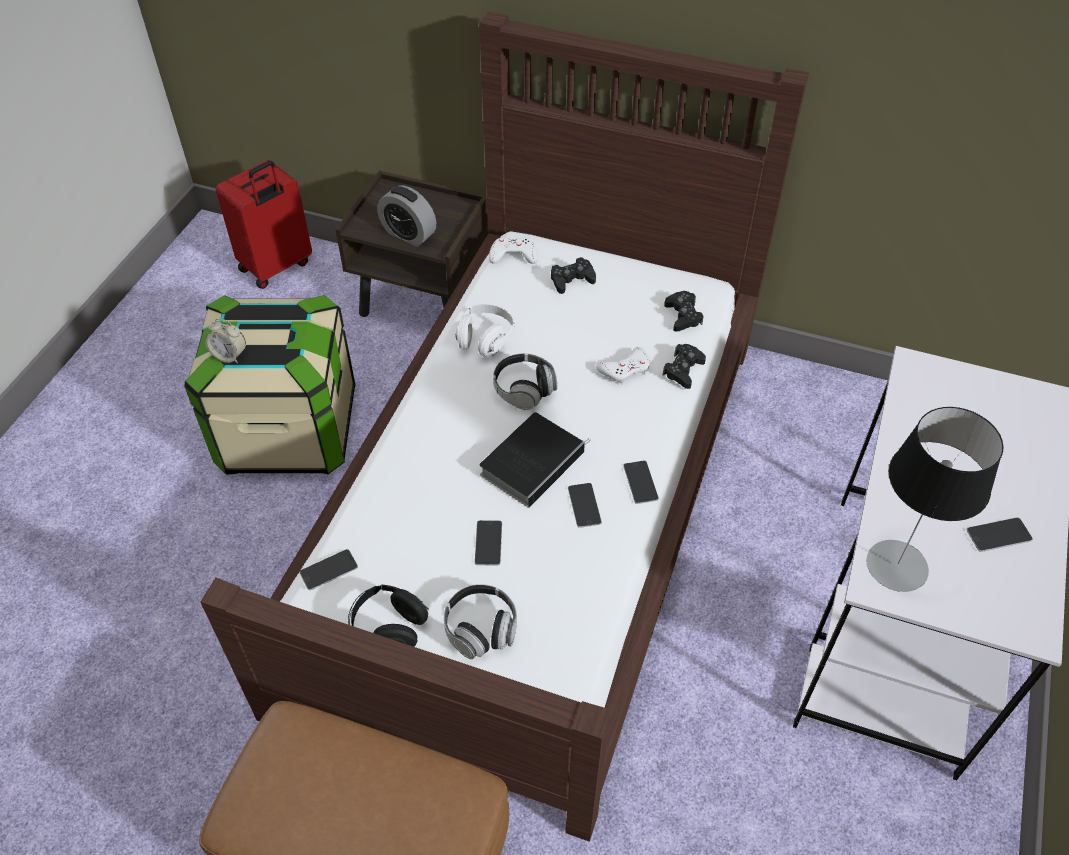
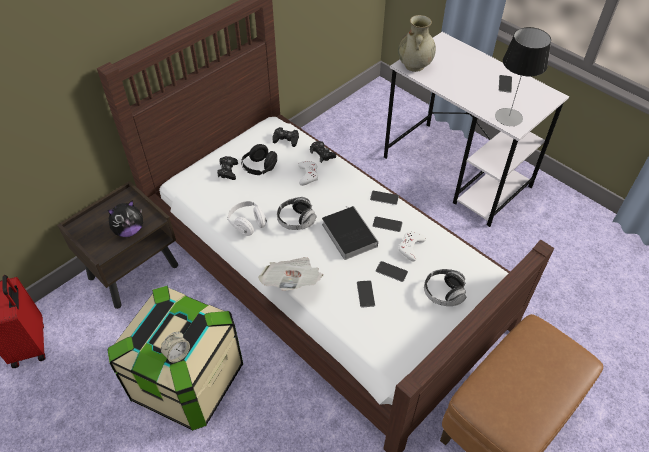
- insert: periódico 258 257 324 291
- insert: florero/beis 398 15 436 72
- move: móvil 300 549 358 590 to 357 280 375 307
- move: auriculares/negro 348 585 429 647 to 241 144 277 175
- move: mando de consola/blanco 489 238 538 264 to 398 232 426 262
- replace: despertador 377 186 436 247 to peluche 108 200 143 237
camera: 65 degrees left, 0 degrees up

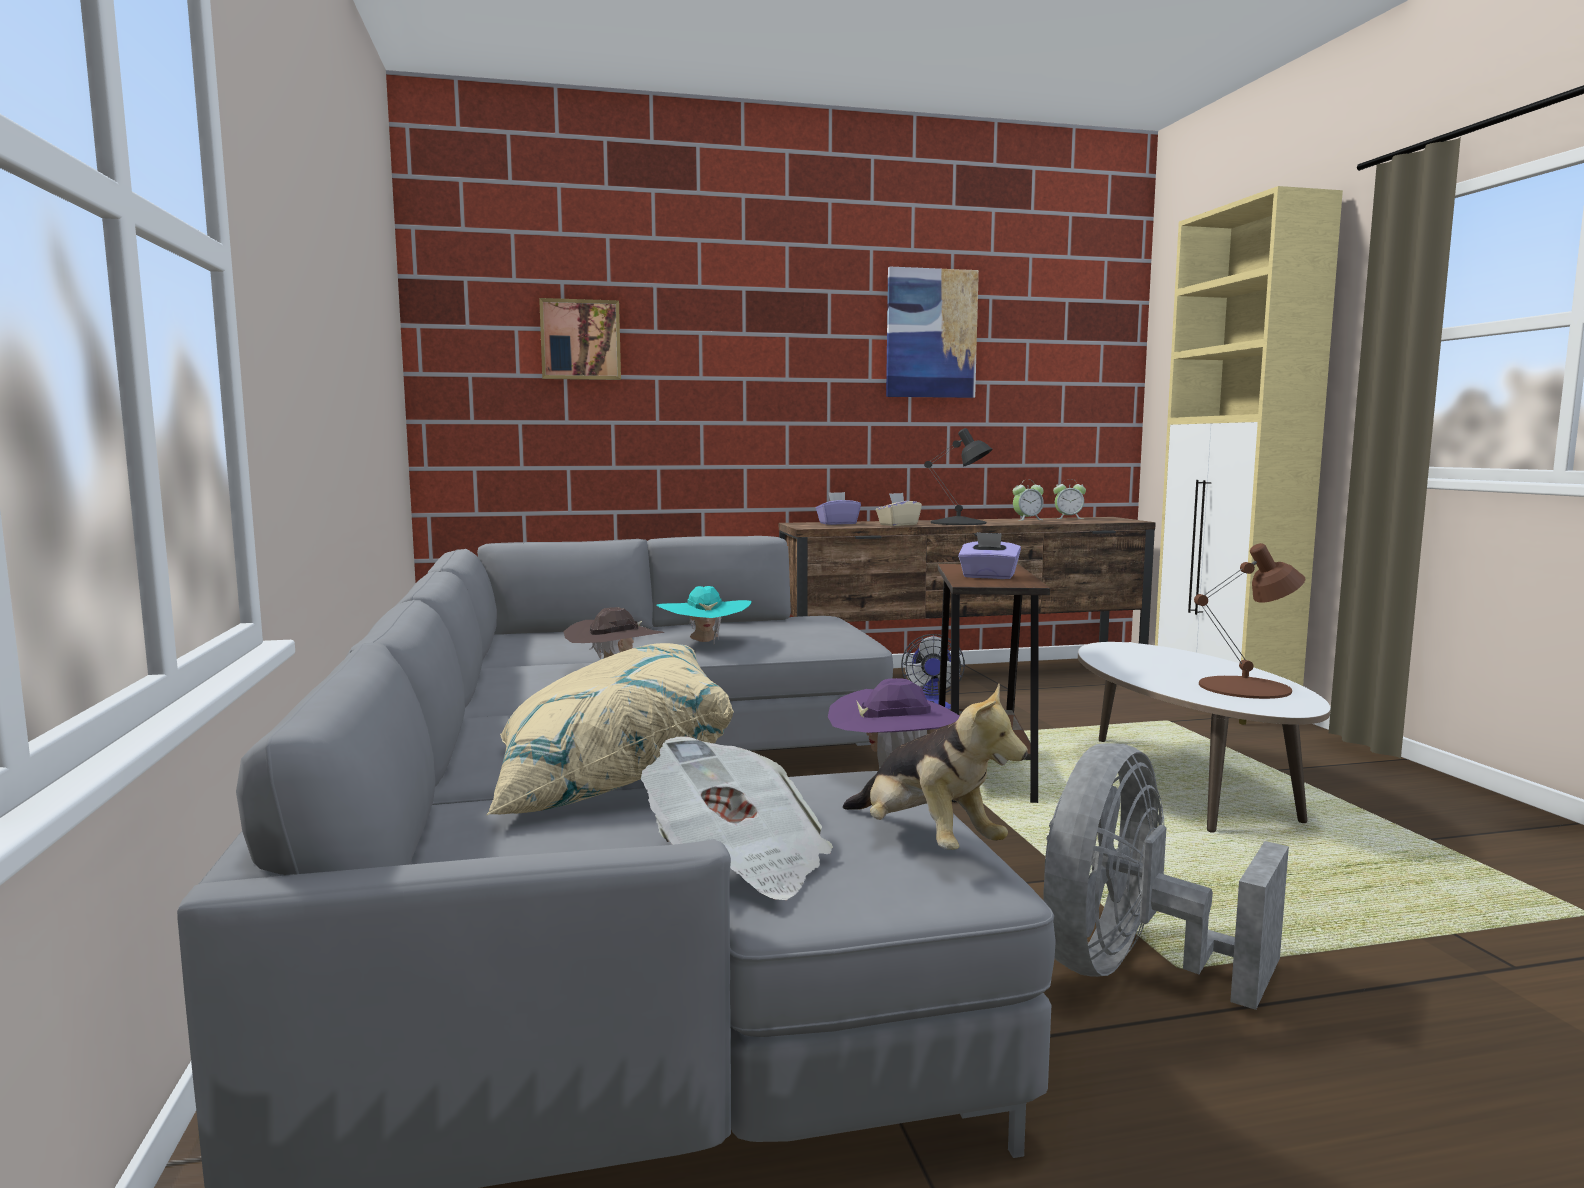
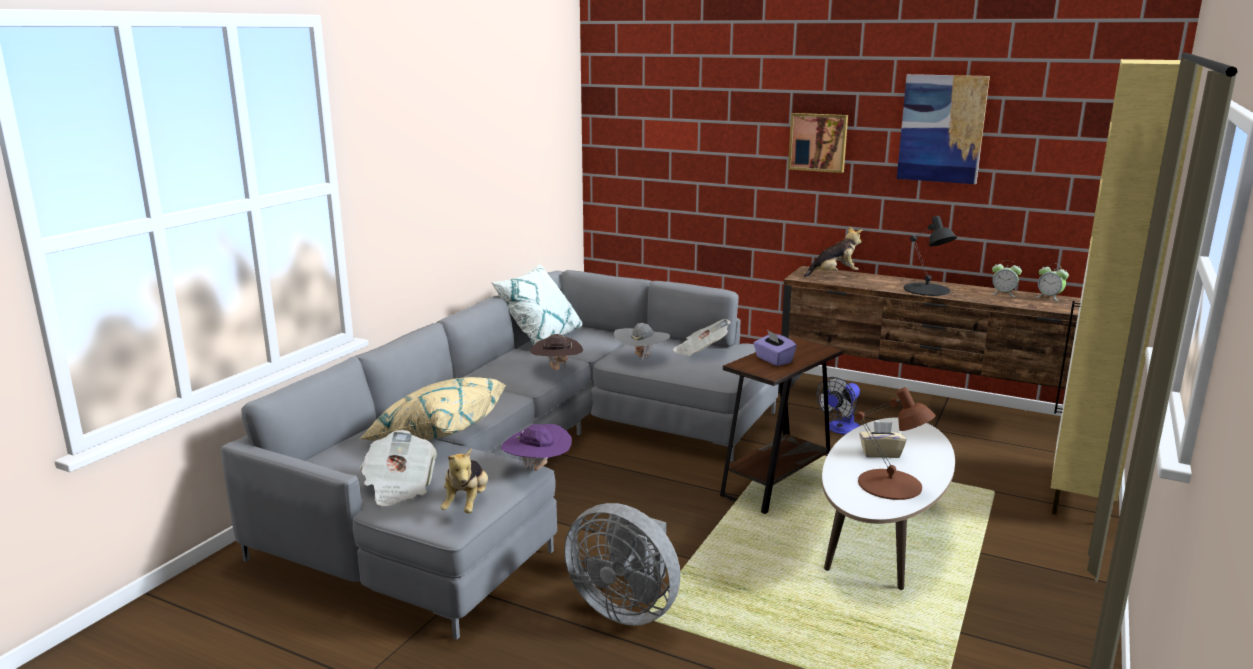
- insert: cojín/blanco 491 264 582 345
- insert: periódico 673 319 731 356
- move: cuadro 539 298 621 380 to 788 113 848 173
- move: caja de pañuelos/beis 876 493 922 526 to 859 422 907 458
- replace: caja de pañuelos/morado 816 492 861 525 to peluche 804 226 863 277
- recolor: sombrero/turquesa 656 586 751 644 to sombrero/gris 614 323 670 360
- rotate: ventilador/gris 1043 743 1289 1010 = 564 503 681 626 135 degrees counterclockwise
camera: 40 degrees right, 10 degrees up

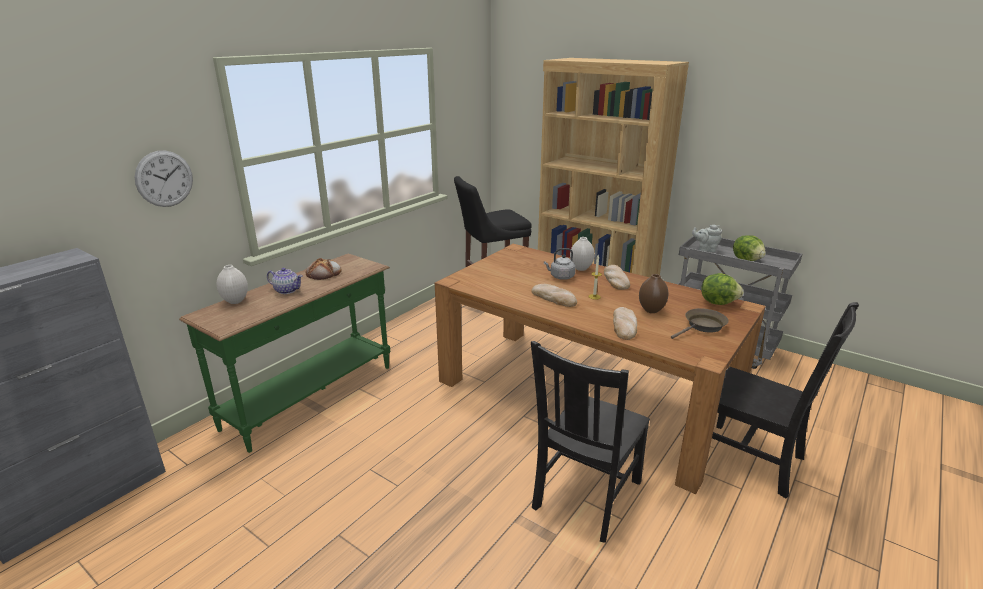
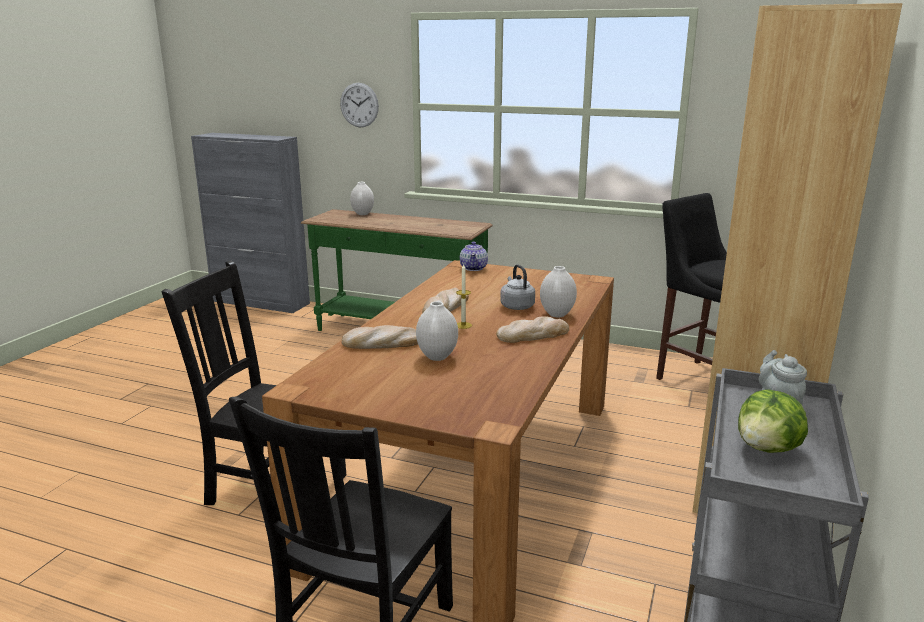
- delete: pan 306 258 342 280
- delete: sartén/marrón 671 308 728 339
- delete: lechuga 701 273 744 305
- move: tetera 267 268 303 294 to 460 241 488 271
- recolor: florero/marrón 639 274 669 313 to florero/blanco 416 301 458 361
camera: 75 degrees right, 5 degrees down

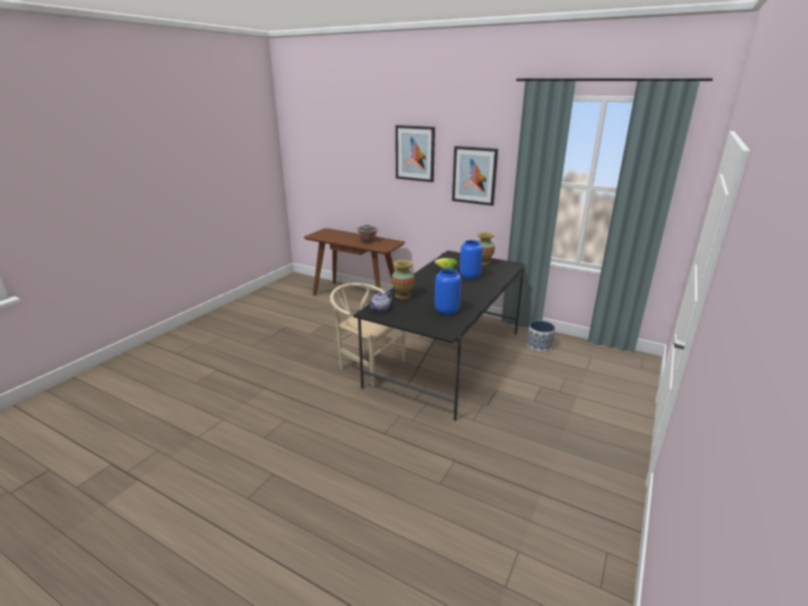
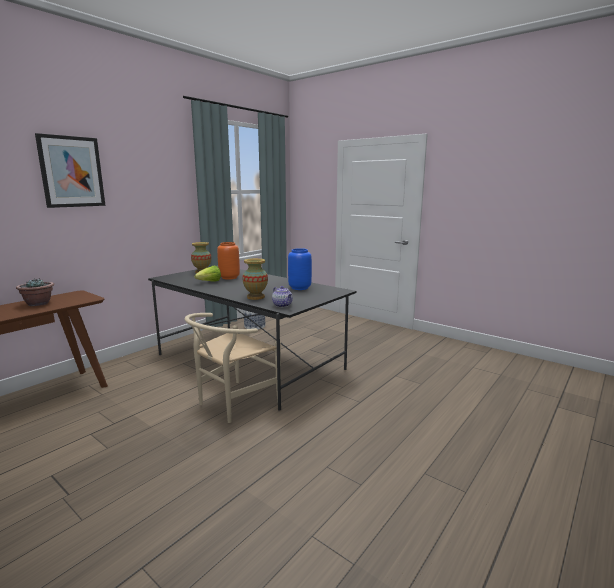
- delete: cuadro 452 146 498 206
- recolor: florero/azul 460 240 483 279 to florero/naranja 217 242 240 279
camera: 80 degrees left, 10 degrees down

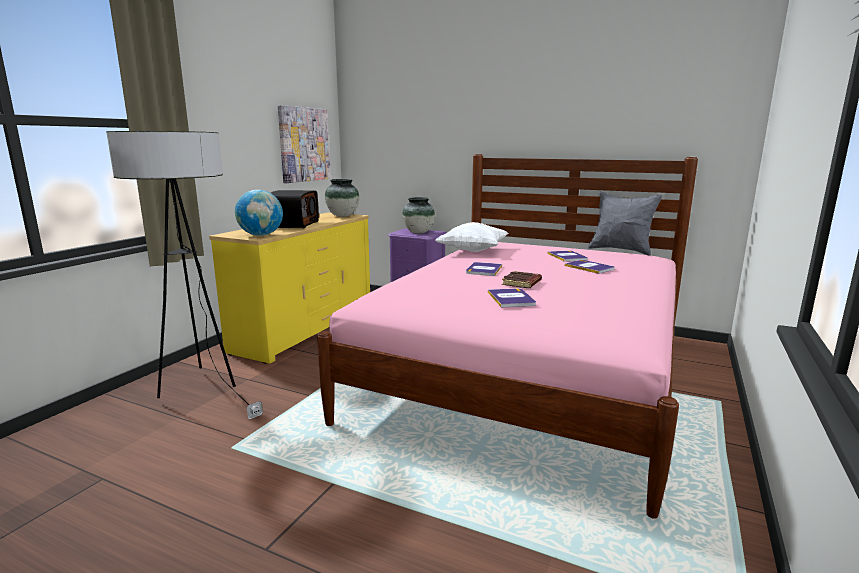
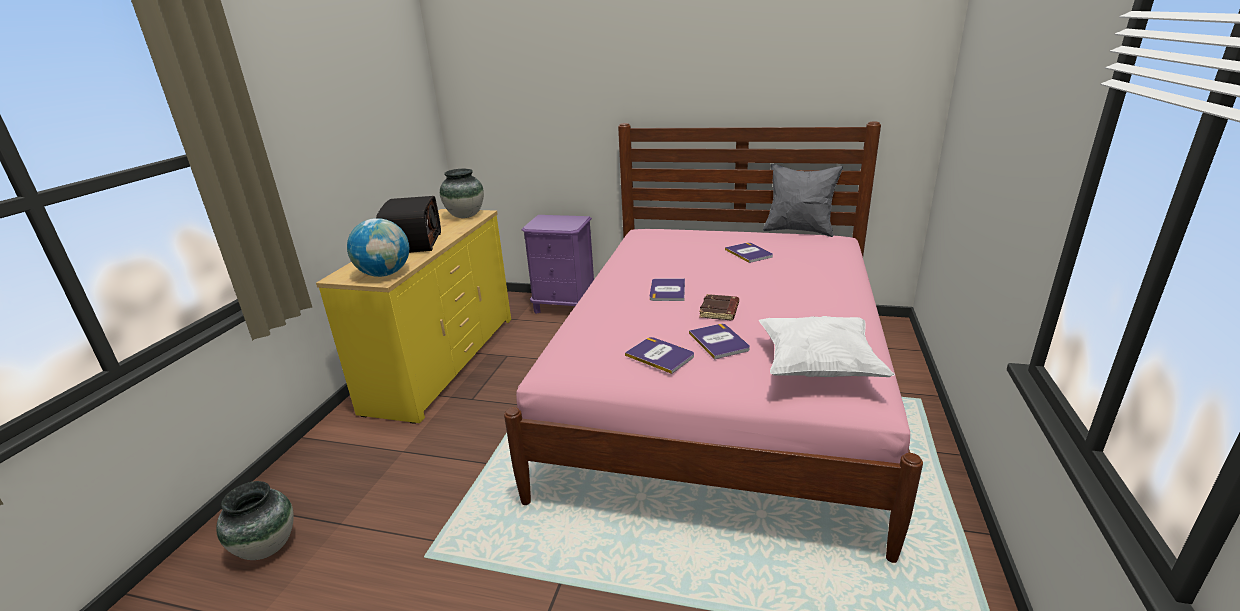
- delete: lámpara de pie 106 131 263 419
- delete: cuadro 278 105 331 183
- move: florero 402 197 435 234 to 216 481 294 560
- move: cojín/blanco 435 222 508 252 to 759 316 895 377
- move: libro 565 260 614 274 to 625 337 694 374
camera: 10 degrees left, 10 degrees up

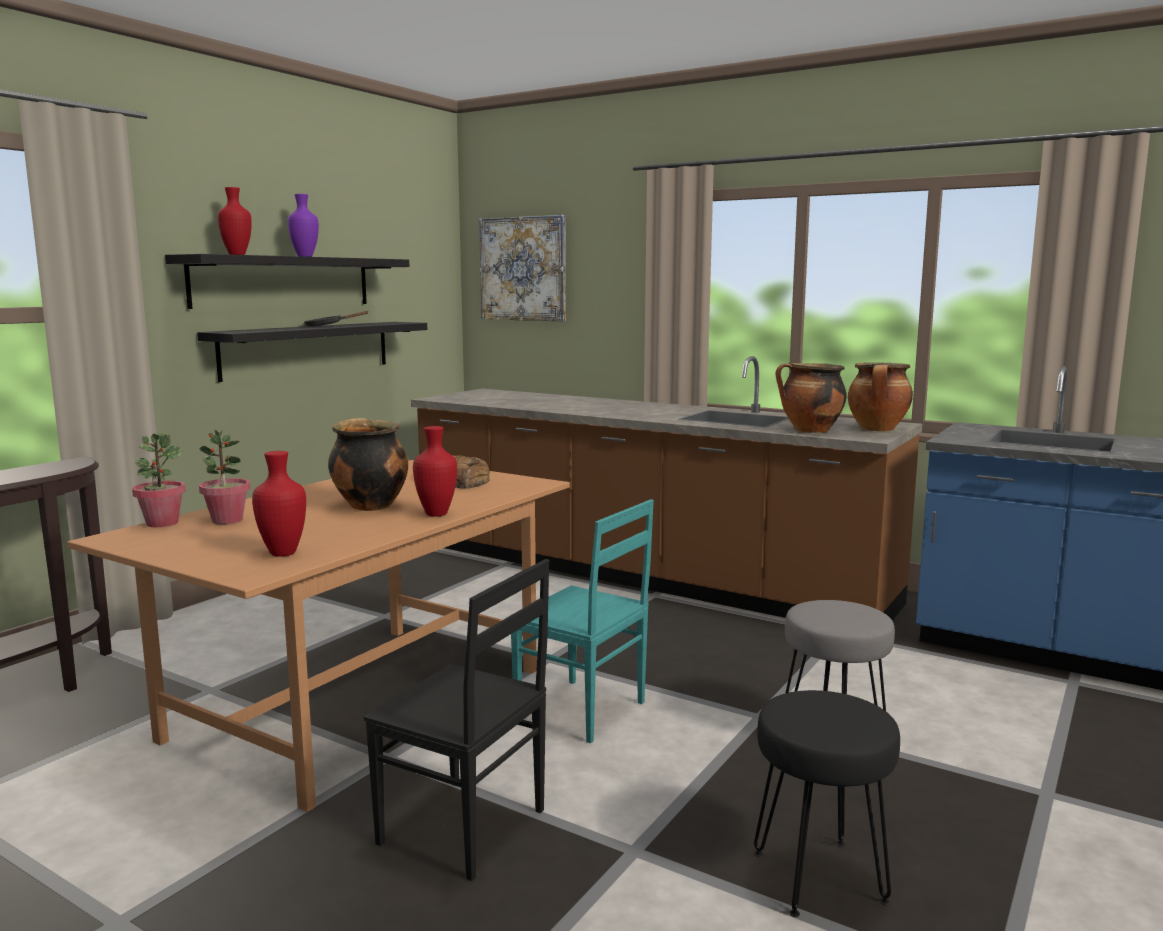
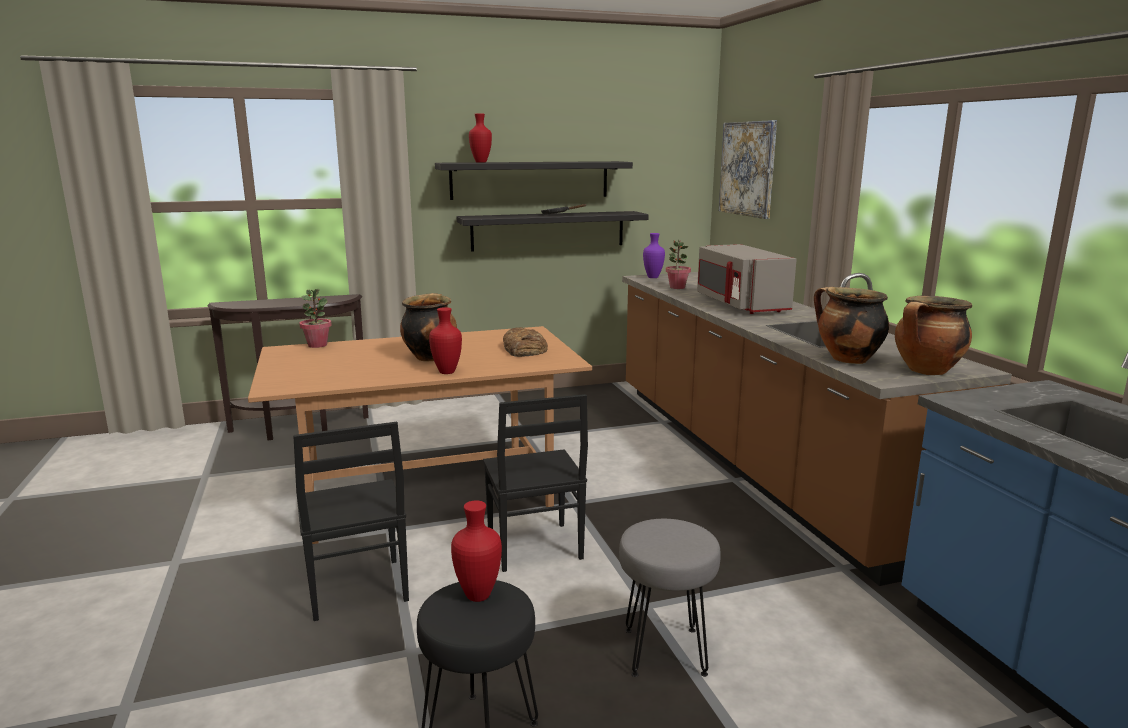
- insert: microondas/gris 697 244 797 314
- move: planta en maceta 199 430 250 524 to 666 240 691 289
- move: florero/rojo 252 451 306 557 to 451 500 502 602
- move: florero/morado 287 194 319 257 to 643 233 665 278
- recolor: silla/turquesa 510 499 654 743 to silla/negro 483 394 588 572
camera: 40 degrees right, 5 degrees up

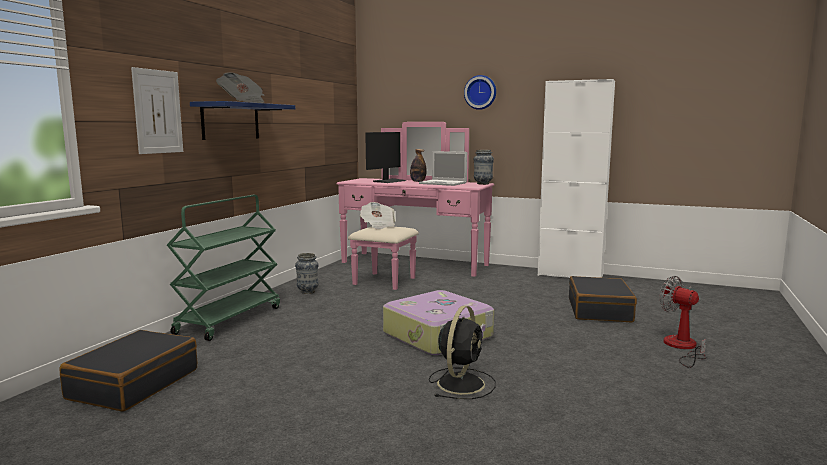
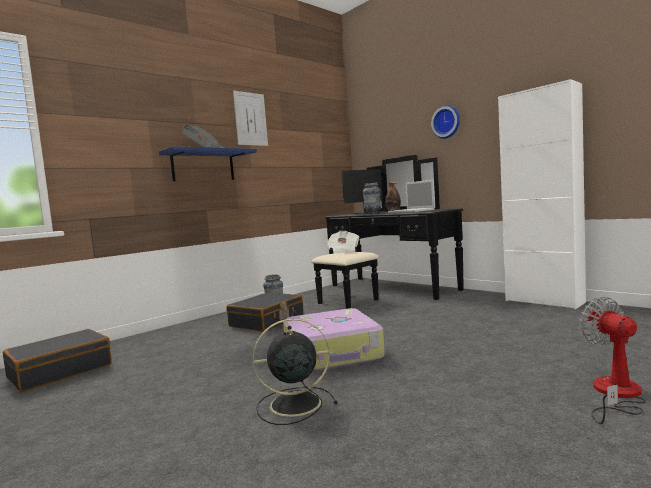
- delete: carrito/verde 167 195 280 341
- move: cuadro 131 67 183 154 to 233 91 268 146
- move: florero 473 150 494 185 to 363 183 381 214
- move: maleta/negro 569 276 637 322 to 226 292 304 332
- recolor: cómoda/rosa 336 122 494 290 to cómoda/negro 311 155 464 309
- rotate: ventilador/negro 429 305 496 399 = 253 319 338 425 150 degrees counterclockwise
camera: 25 degrees right, 5 degrees down

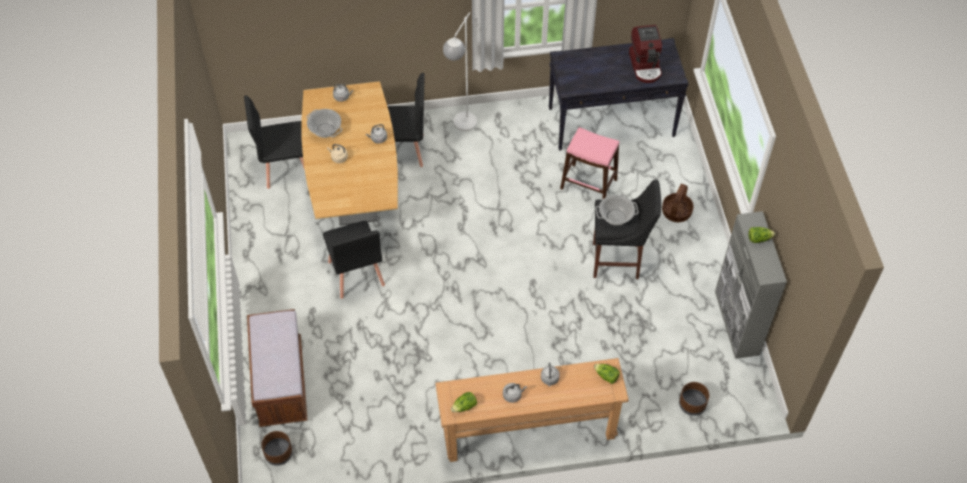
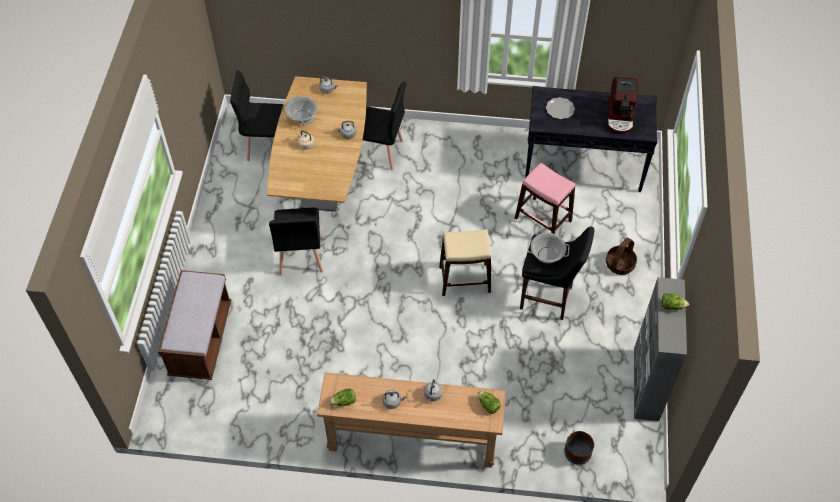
- delete: maceta/marrón 261 431 293 465
- delete: lámpara de pie/blanco 443 12 477 131
- insert: taburete/beis 439 229 491 296
- insert: plato 546 97 575 119
camera: 15 degrees right, 0 degrees up

